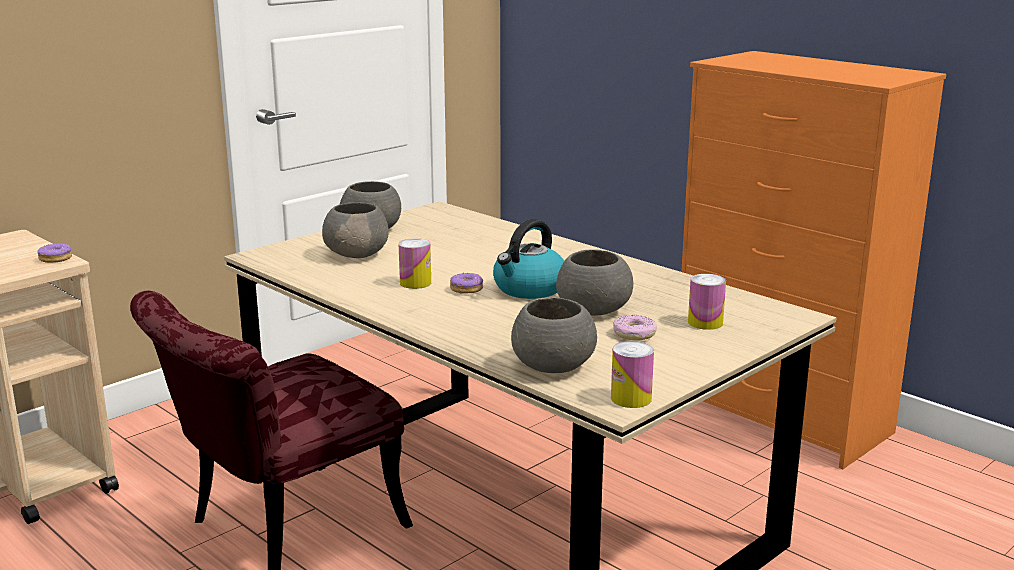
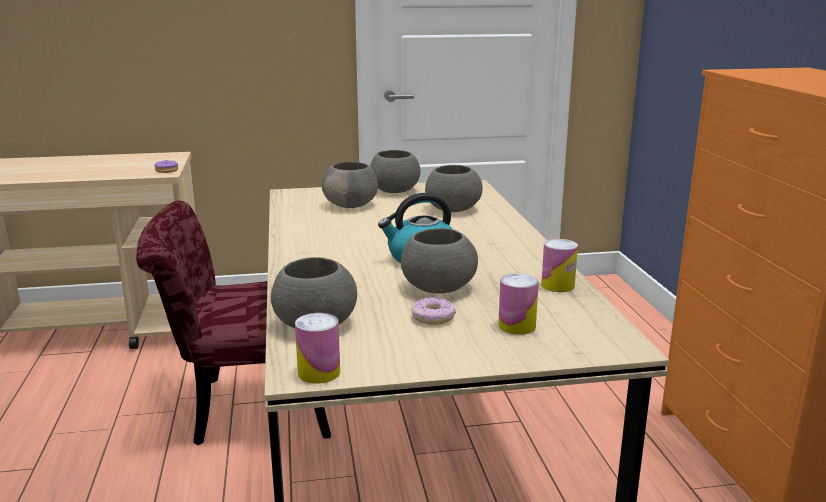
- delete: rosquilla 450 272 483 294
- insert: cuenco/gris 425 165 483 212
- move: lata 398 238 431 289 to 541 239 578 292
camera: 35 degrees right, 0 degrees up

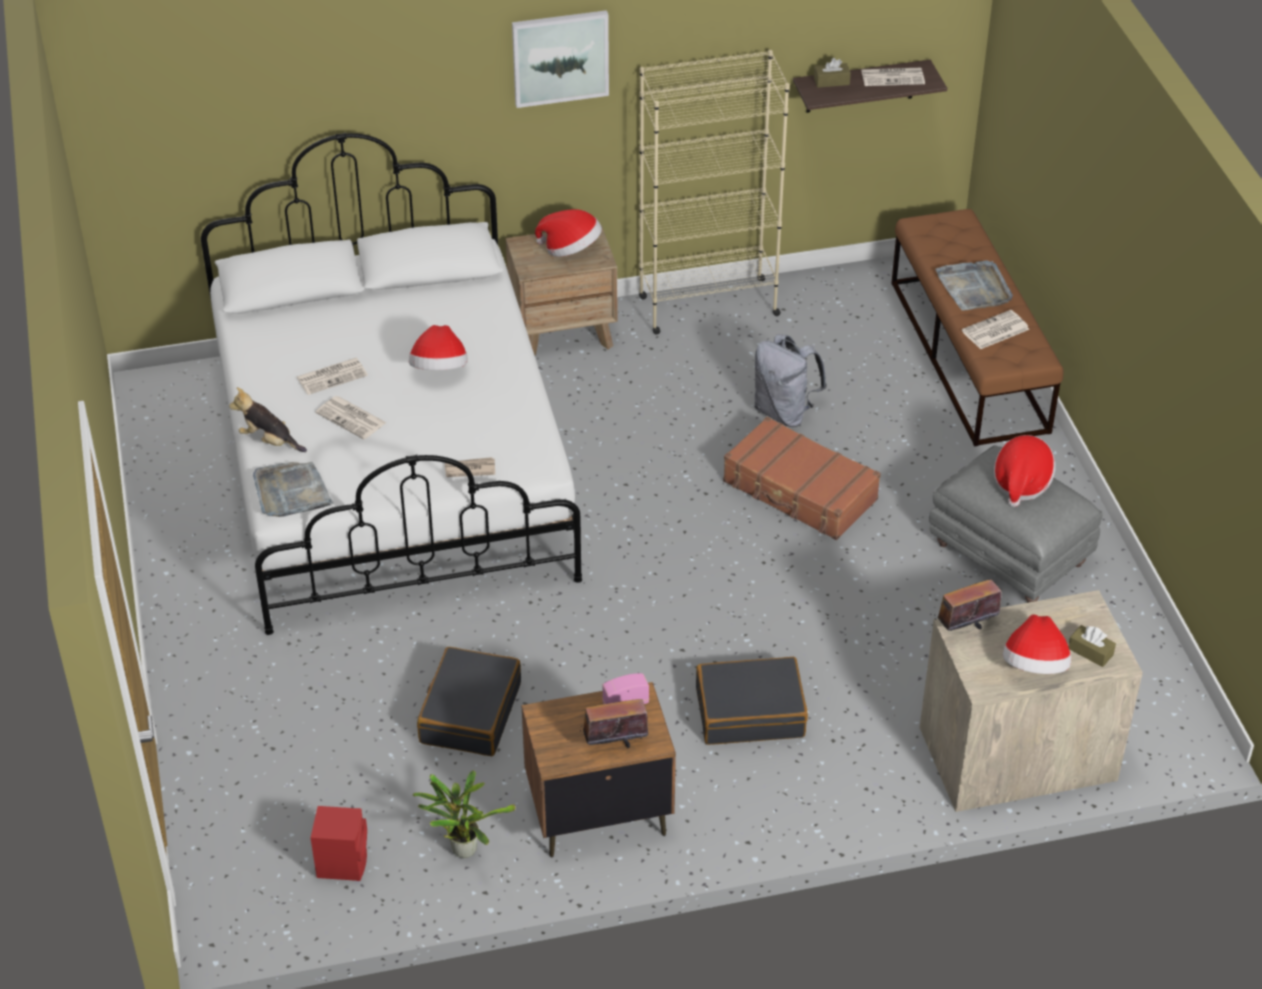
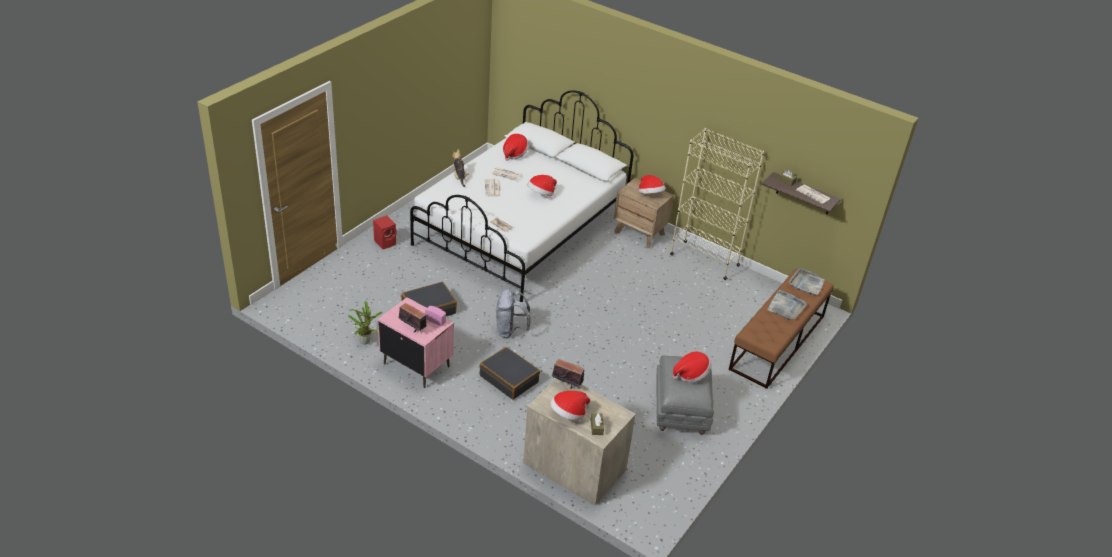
- delete: cuadro 512 10 609 108
- delete: maleta/marrón 723 416 881 540
- delete: periódico 962 310 1030 349
- insert: sombrero 503 134 529 160
- move: bandeja/gris 253 462 333 517 to 789 268 825 296
- move: altavoz/rojo 310 806 367 881 to 373 215 397 249
- move: mochila/gris 754 334 827 427 to 496 289 531 338
- recolor: mesita de noche/marrón 521 682 676 857 to mesita de noche/rosa 378 297 454 388
camera: 45 degrees right, 5 degrees down

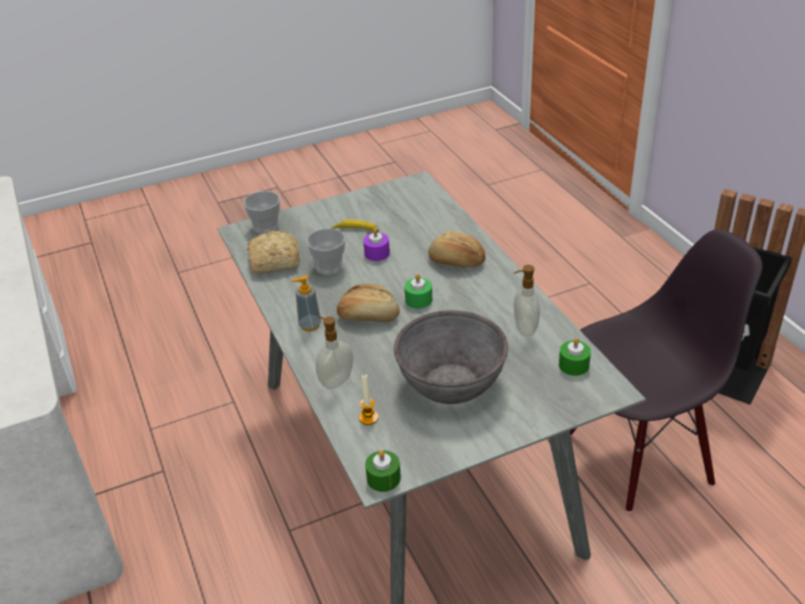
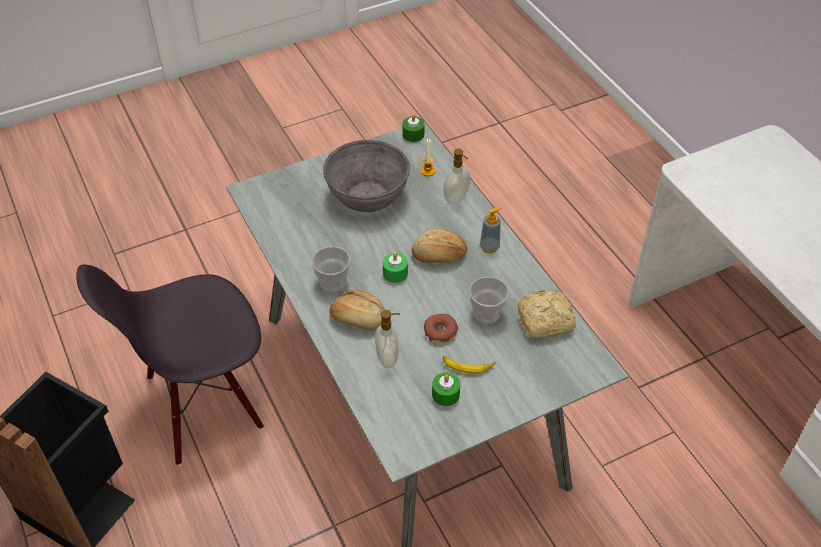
- move: taza 243 191 280 234 to 312 246 350 292
- move: dispensador de jabón 514 265 540 337 to 375 310 400 368
- move: vela/verde 559 338 591 376 to 432 372 460 406
- replace: vela/morado 363 228 390 261 to rosquilla 424 314 458 343
camera: 175 degrees right, 10 degrees up

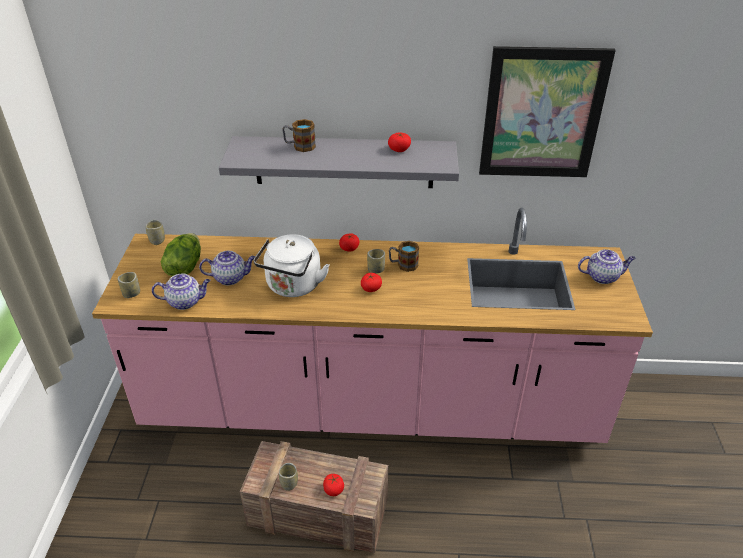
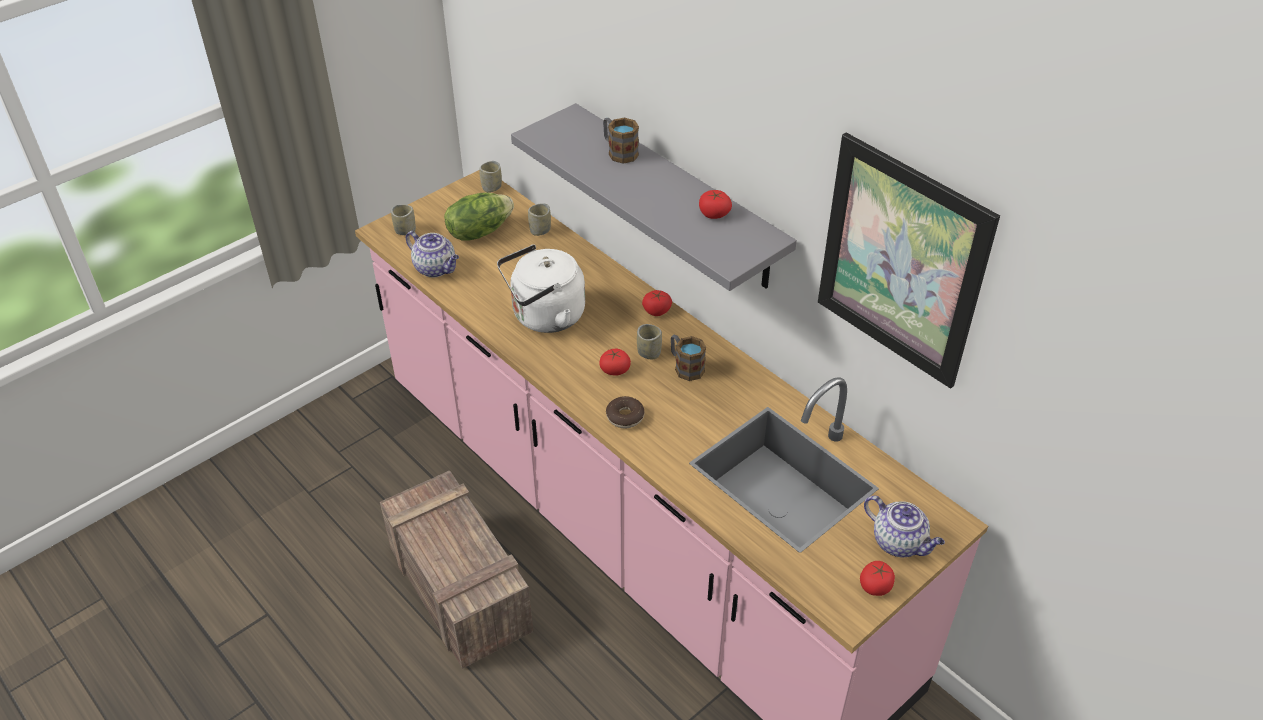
- delete: tetera 199 251 255 285
- insert: rosquilla 606 396 645 429
- move: taza 279 463 298 491 to 528 203 551 236
- move: tomate 323 474 344 496 to 860 561 895 596
camera: 45 degrees right, 5 degrees up

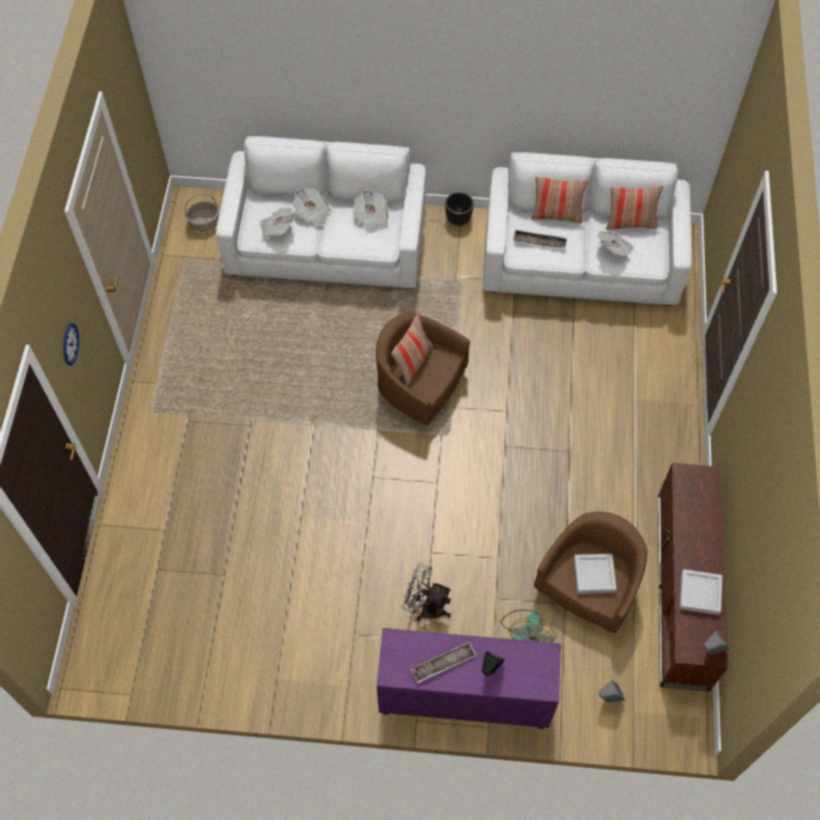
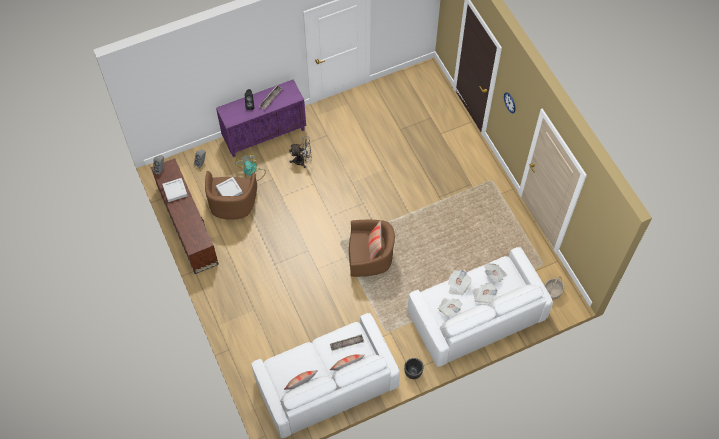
- move: periódico 597 231 634 257 to 448 270 471 295
camera: 150 degrees right, 0 degrees up

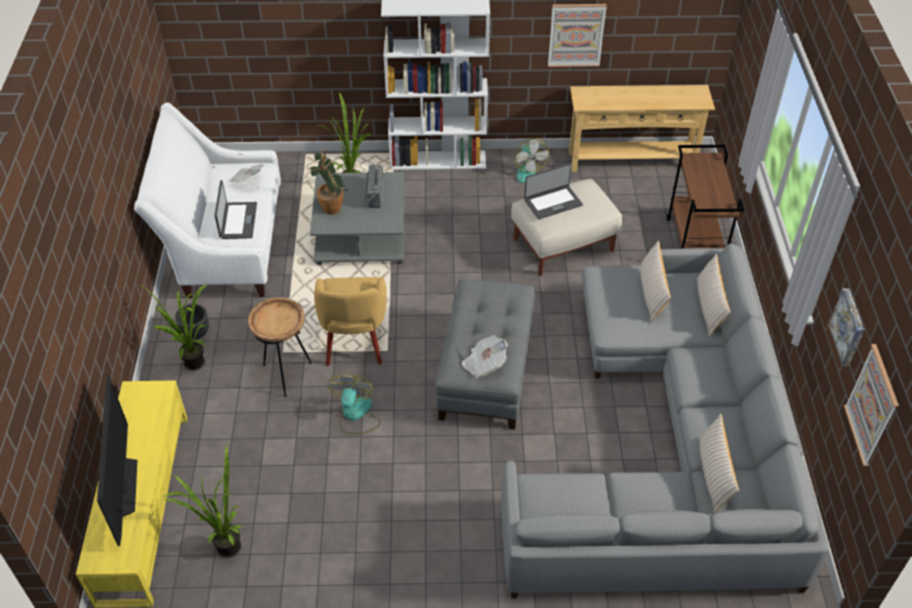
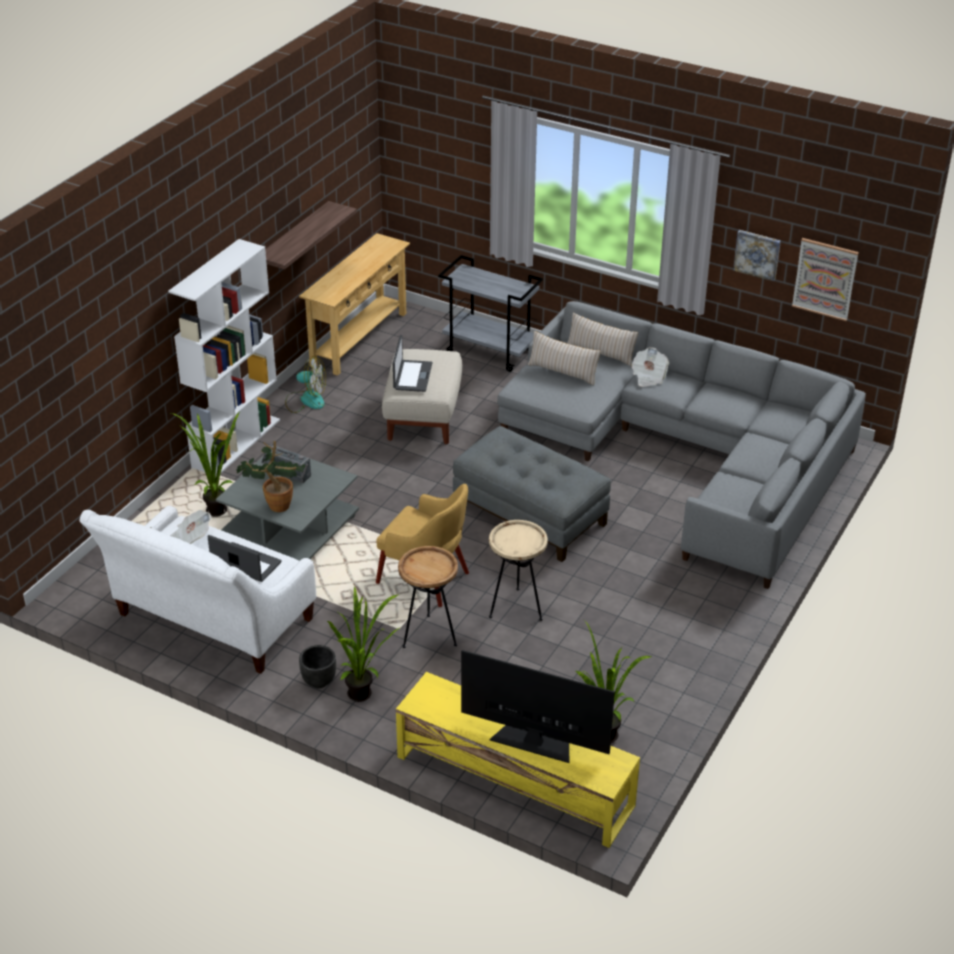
- delete: cojín/beis 699 414 739 514
- move: periódico 462 335 508 378 to 631 347 669 387
- replace: ventilador 327 373 381 434 to mesa auxiliar/beis 489 520 548 621
- replace: cuadro 548 4 607 67 to estante 265 201 357 269
- recolor: carrito/marrón 667 145 744 249 to carrito/gris 438 255 543 372
camera: 60 degrees left, 10 degrees down

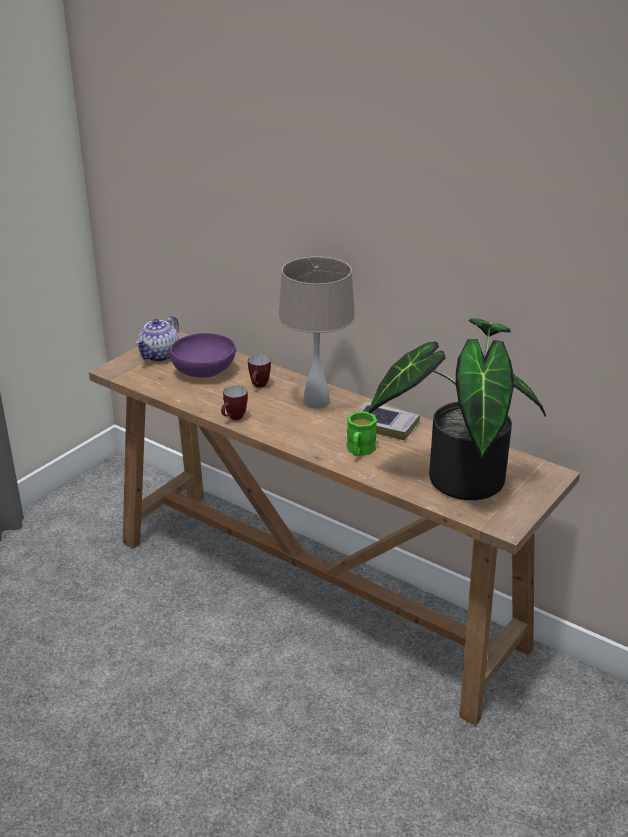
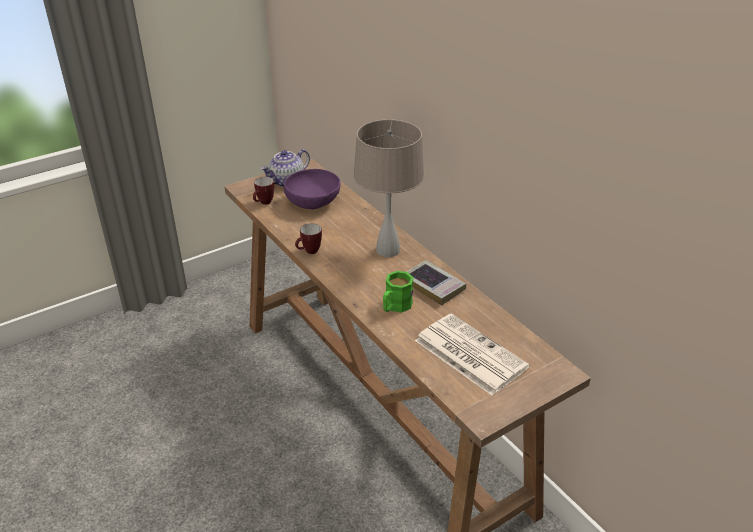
- move: taza grande 248 355 271 388 to 253 177 274 205
- replace: planta en maceta 369 319 546 500 to periódico 415 314 530 396
camera: 20 degrees right, 5 degrees up

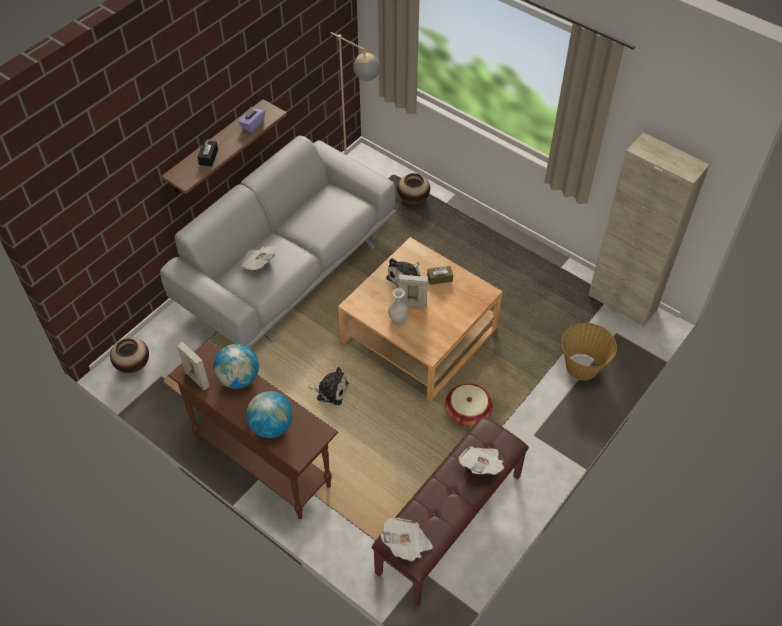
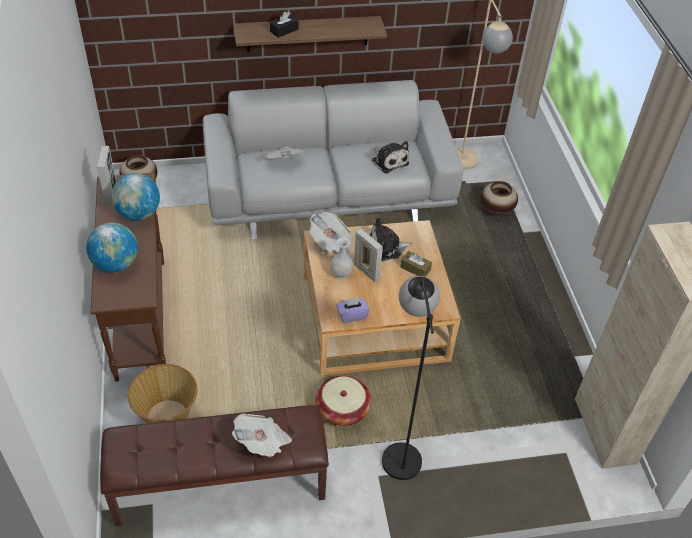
- insert: lámpara de pie/negro 382 276 440 480
- move: caja de pañuelos/morado 238 107 265 133 to 336 297 370 323
- move: peluche 309 367 349 405 to 372 141 409 174
- move: periódico 381 517 433 562 to 310 212 354 255
- move: cesta 561 323 617 380 to 128 364 197 423
camera: 40 degrees right, 5 degrees down

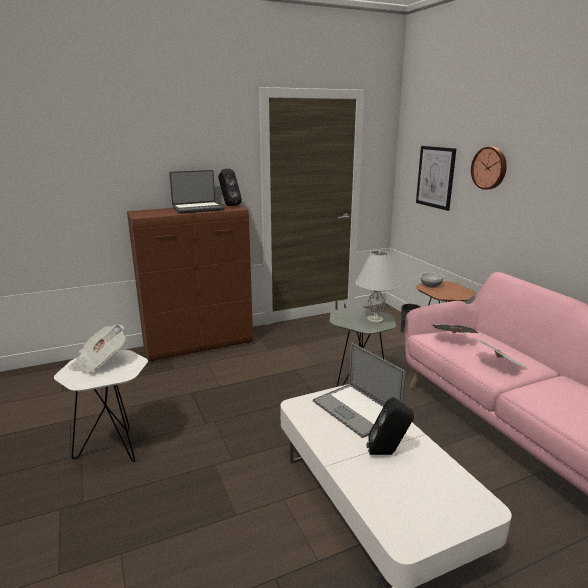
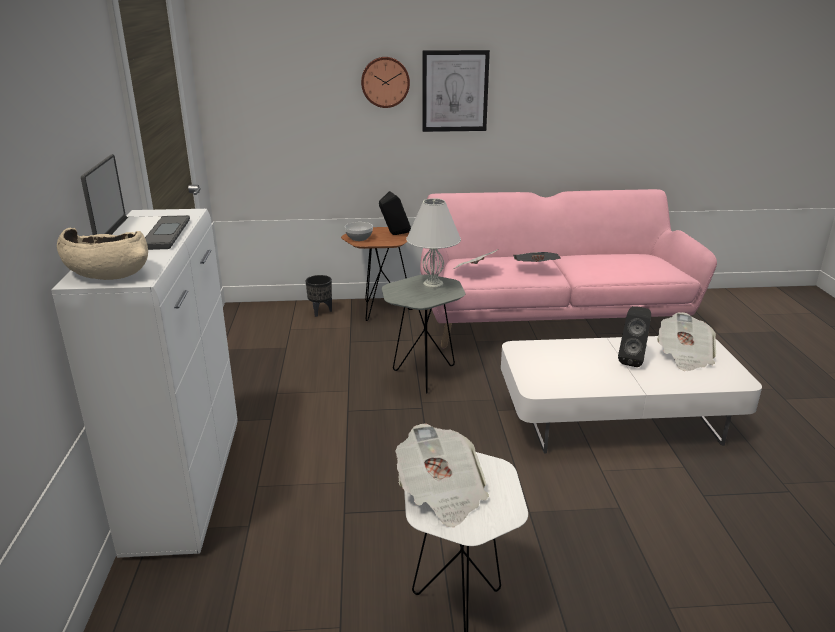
- delete: portátil 313 343 406 438
- insert: cuenco/beis 57 228 148 280
- insert: periódico 657 312 716 371
- move: altavoz/negro 218 169 242 206 to 379 191 411 235
- move: cuadro 416 146 456 211 to 422 50 490 132
- recolor: armario/marrón 127 204 253 362 to armario/blanco 51 209 237 558
camera: 70 degrees left, 5 degrees up

